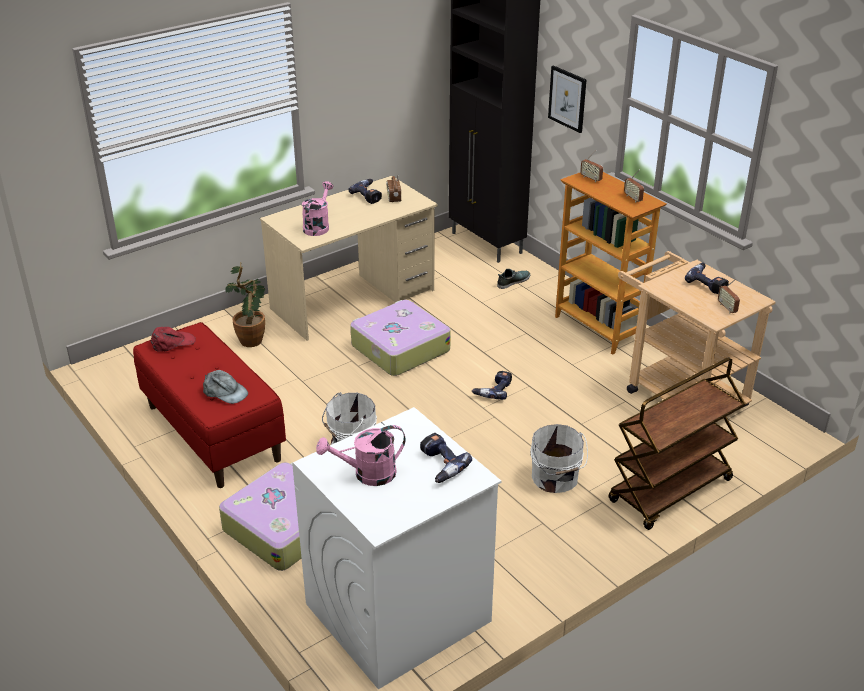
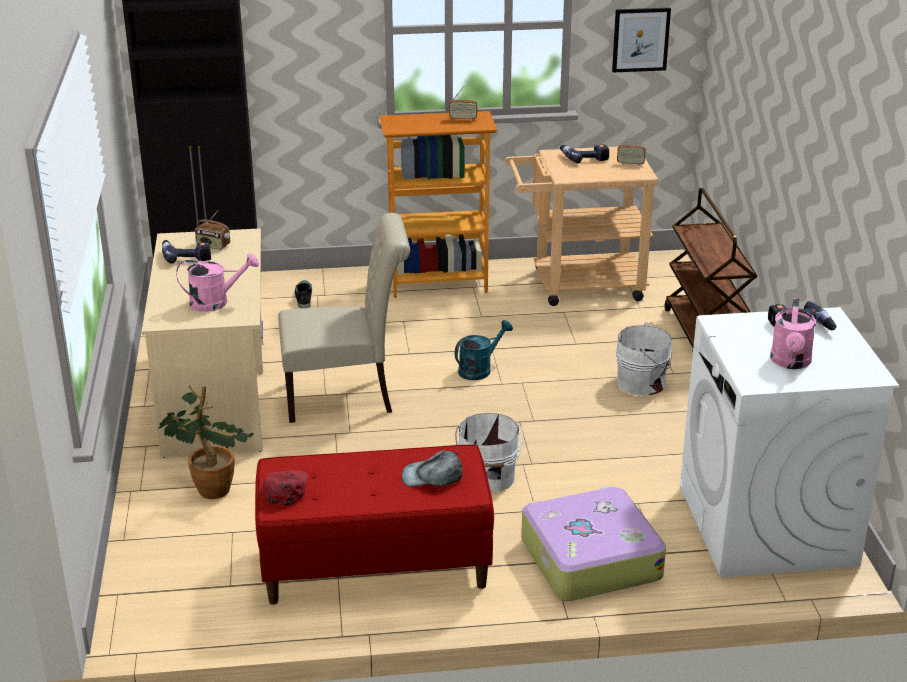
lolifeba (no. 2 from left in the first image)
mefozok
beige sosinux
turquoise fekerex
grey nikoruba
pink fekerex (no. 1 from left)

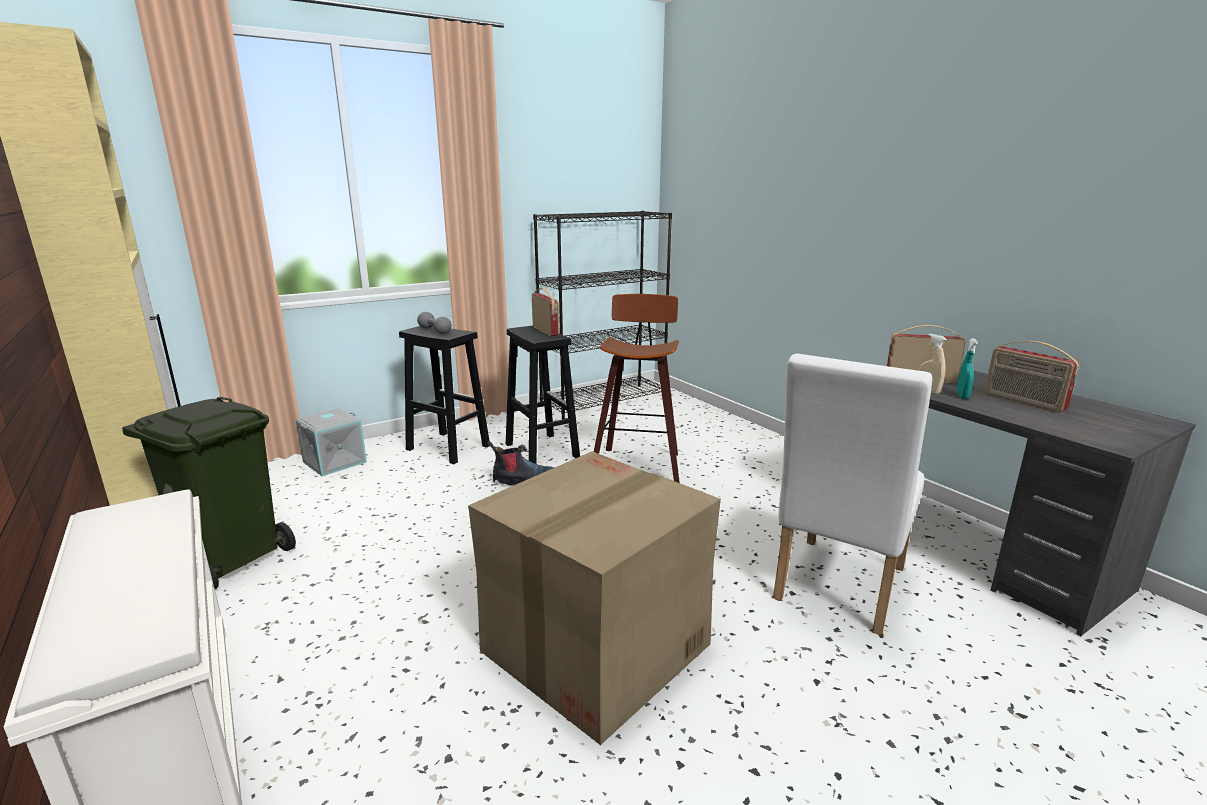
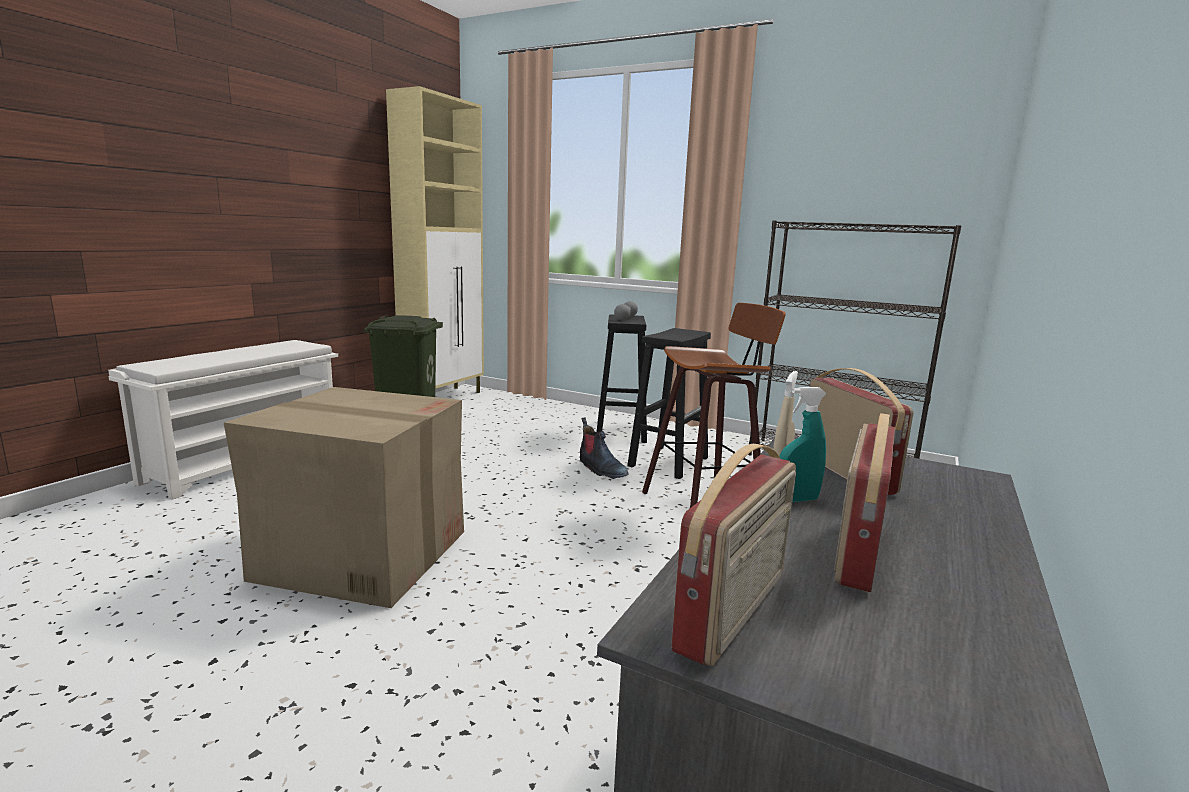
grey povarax
white sosinux
lolifeba (no. 1 from left)

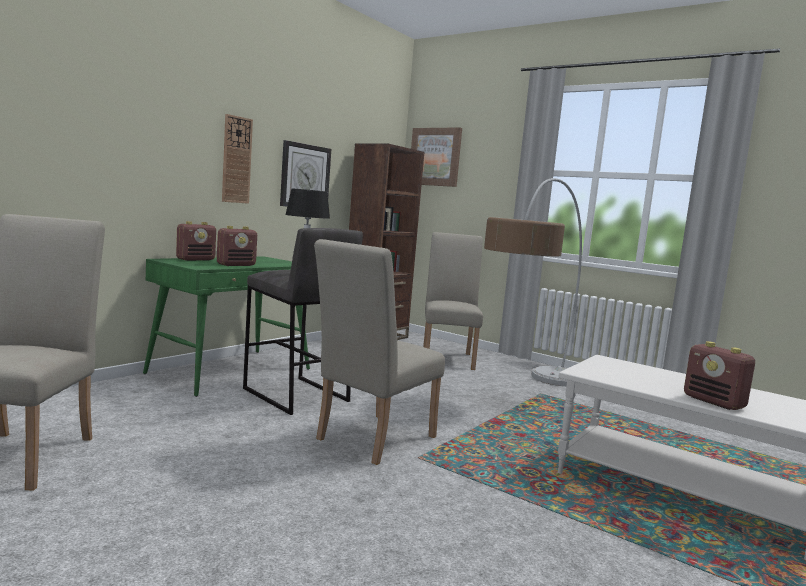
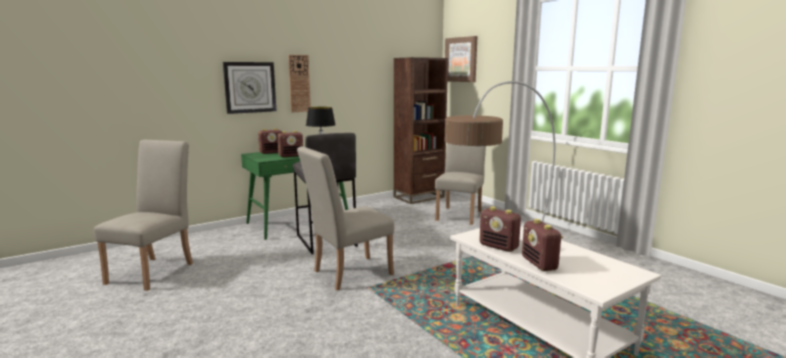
lolifeba (no. 3 from left)
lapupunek (no. 1 from left)

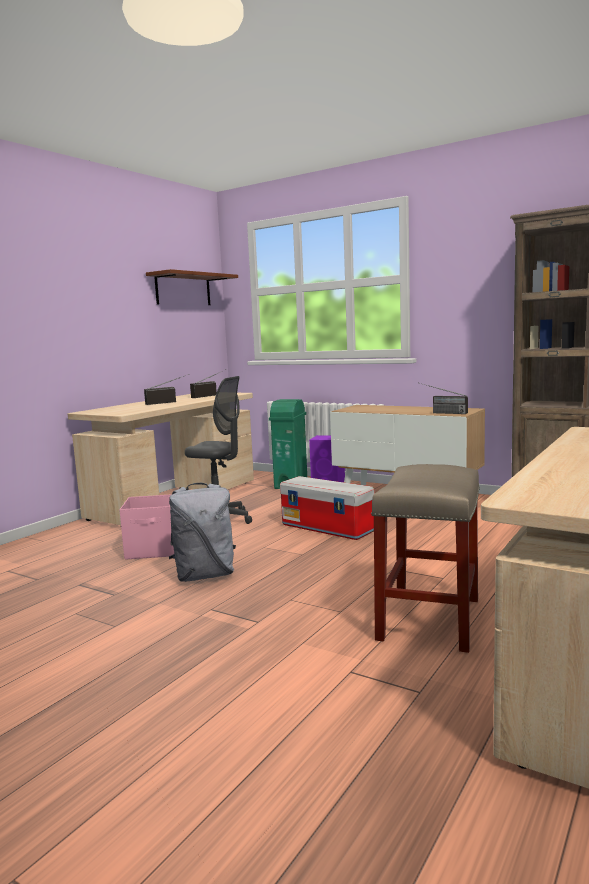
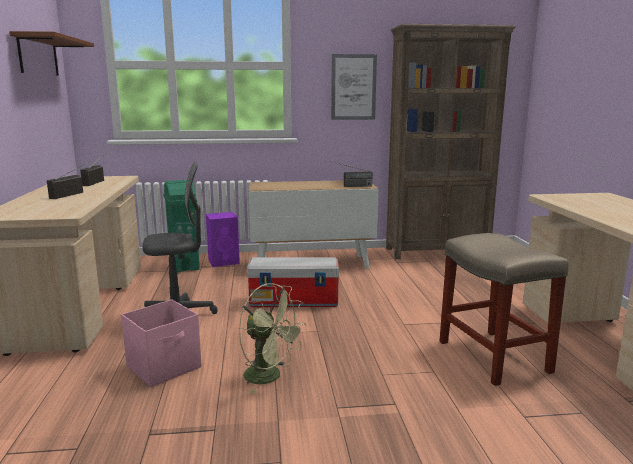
mefozok
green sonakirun

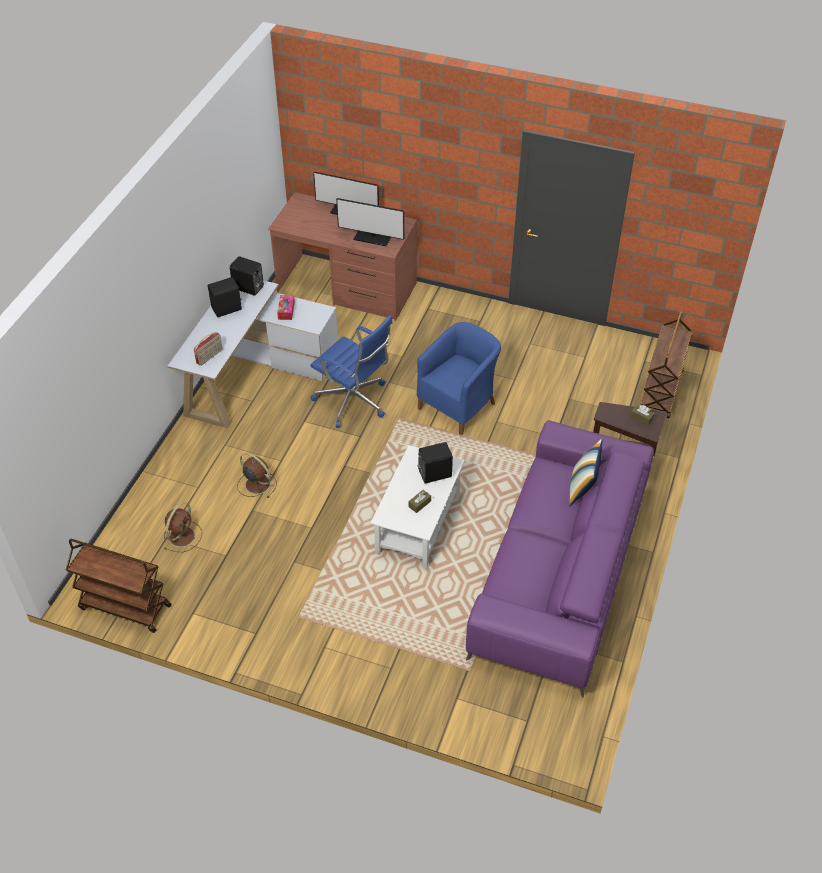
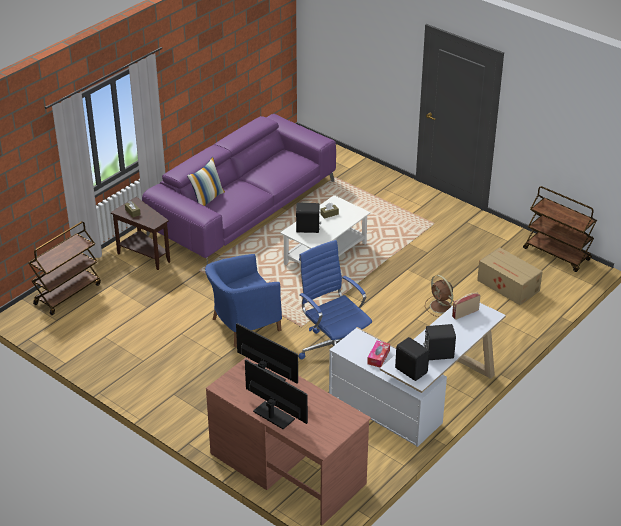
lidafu

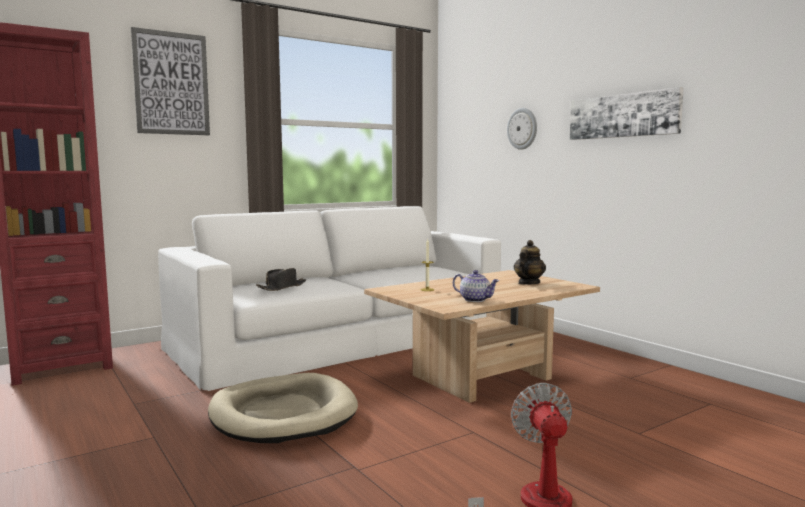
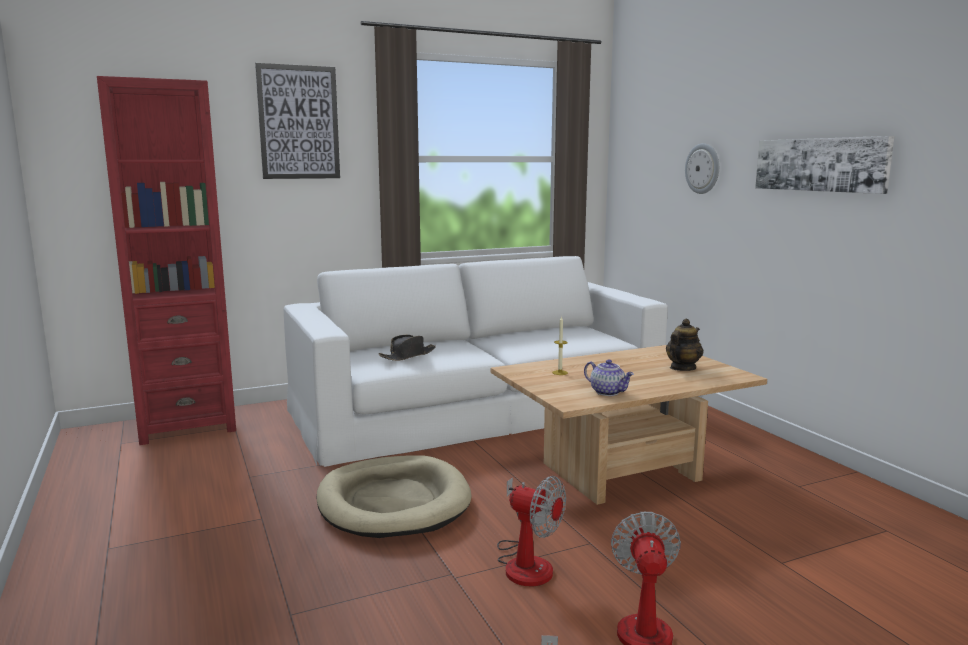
sonakirun (no. 1 from left)

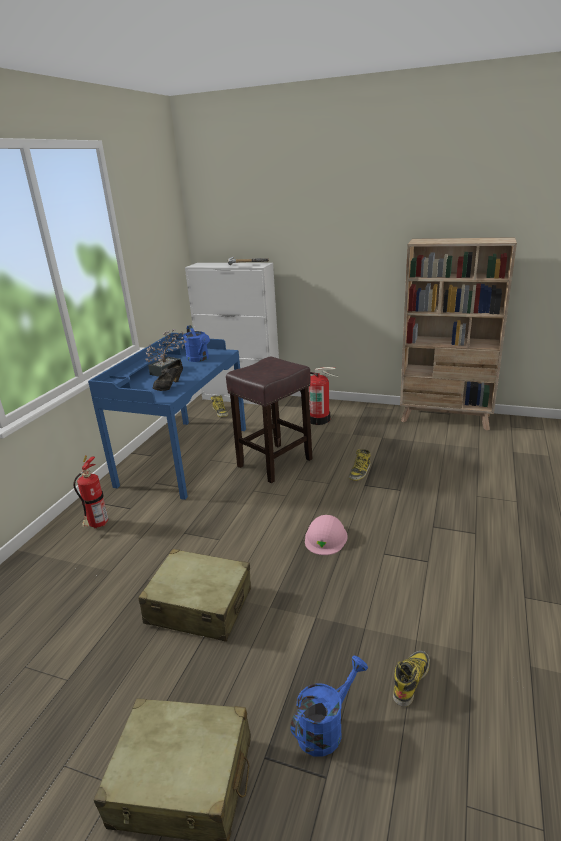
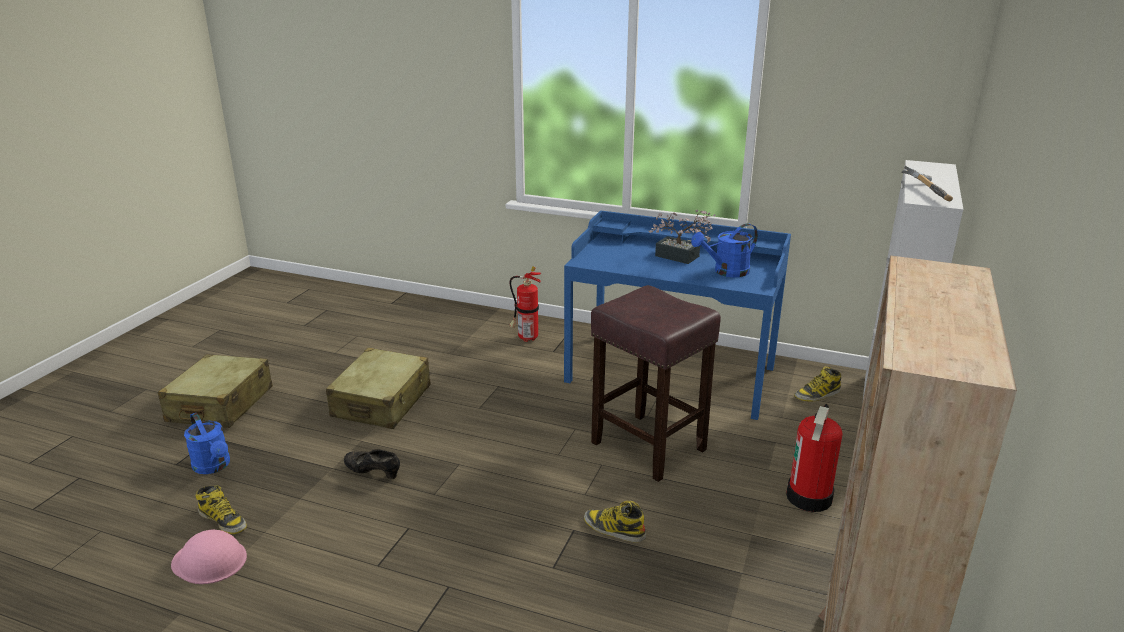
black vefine
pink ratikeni

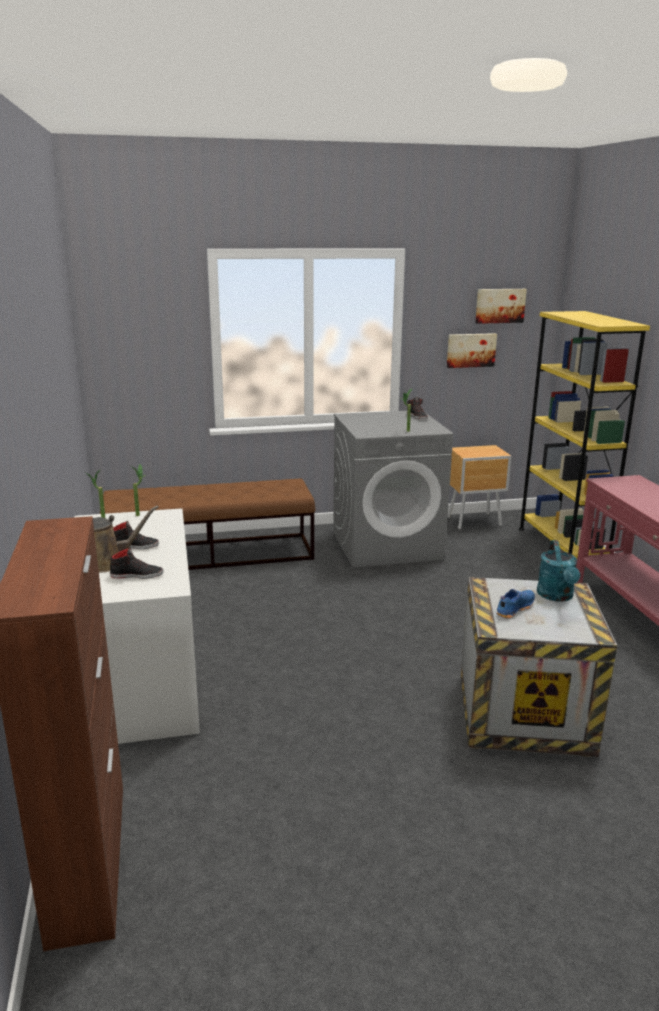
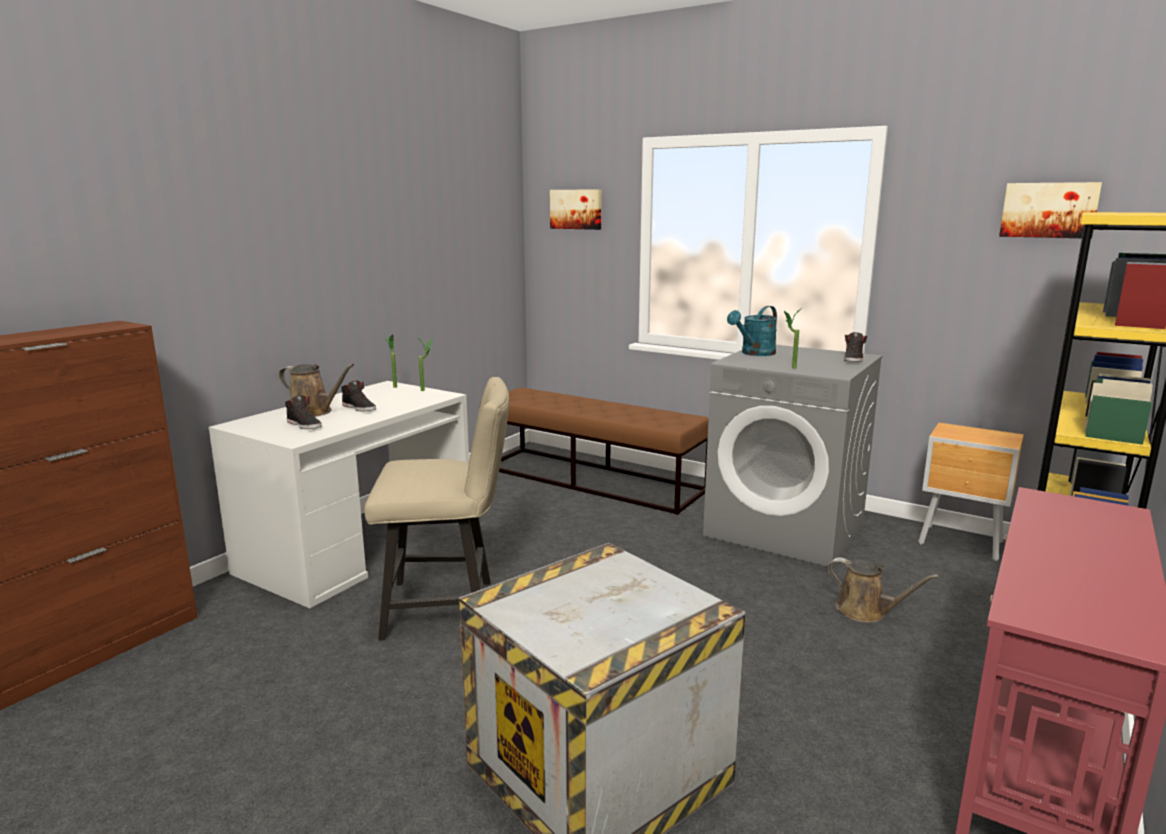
blue vefine
beige sosinux
brown fekerex (no. 2 from left)
mefozok (no. 1 from left)
turquoise fekerex

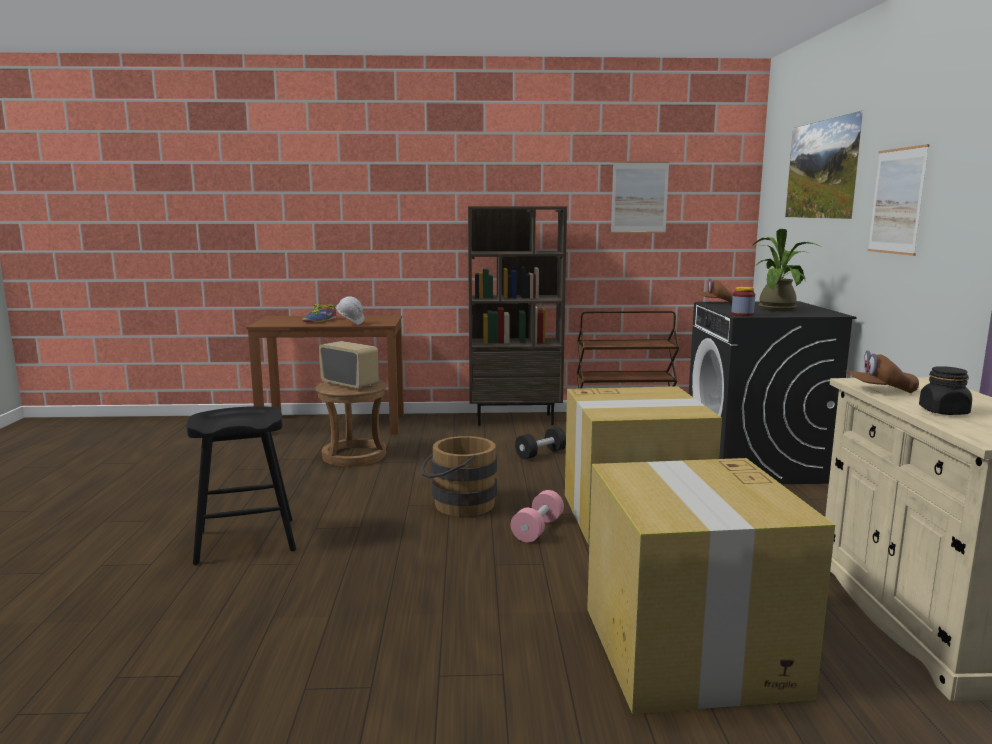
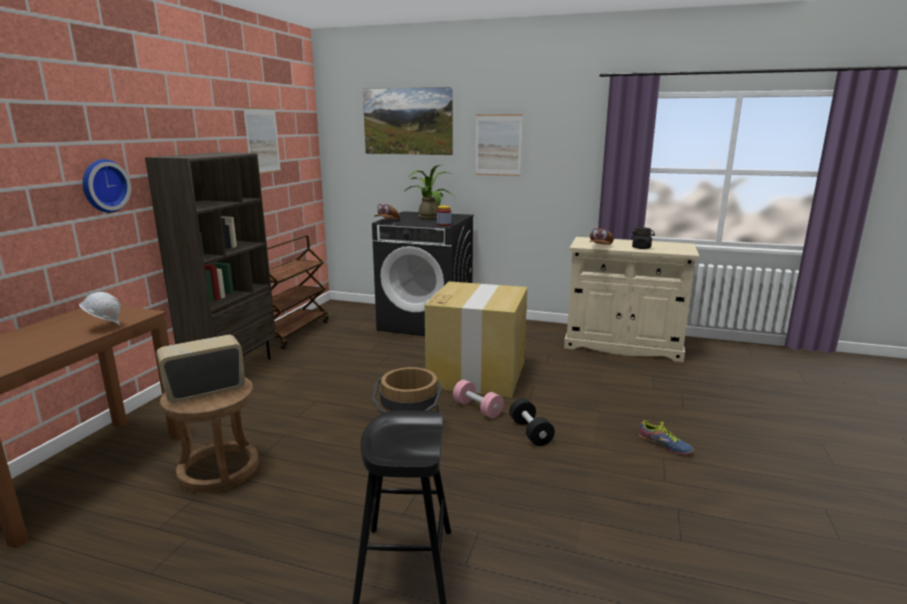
lidafu (no. 2 from left in the first image)
lapupunek
vefine
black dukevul

